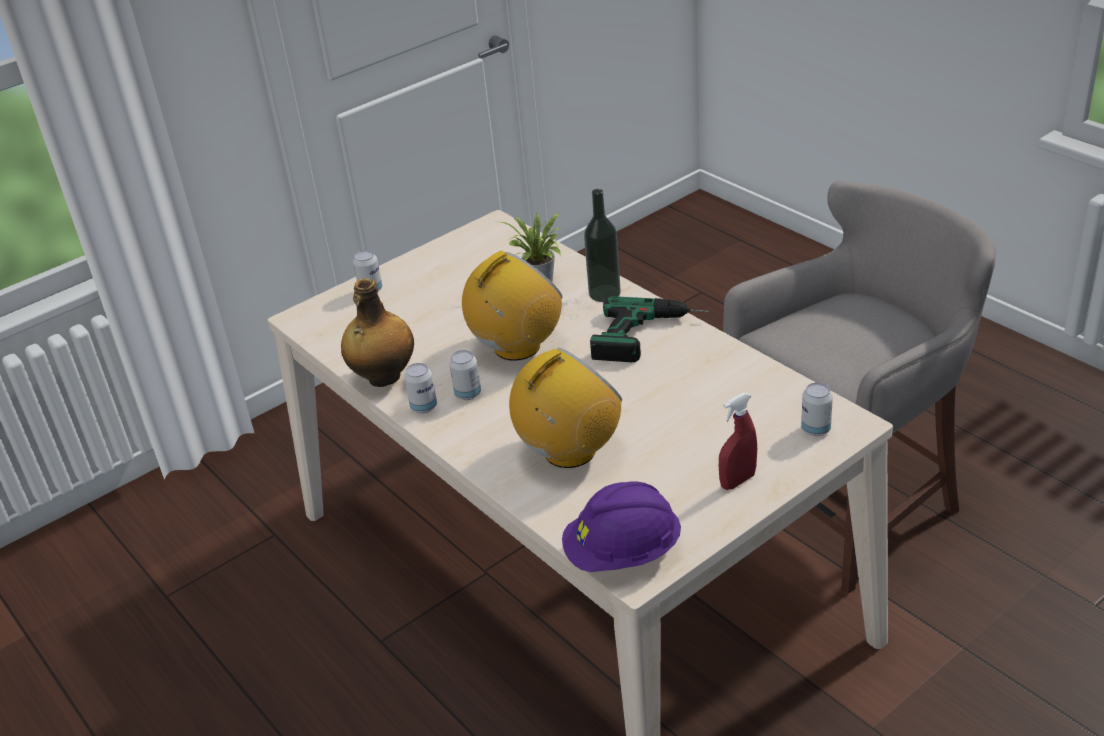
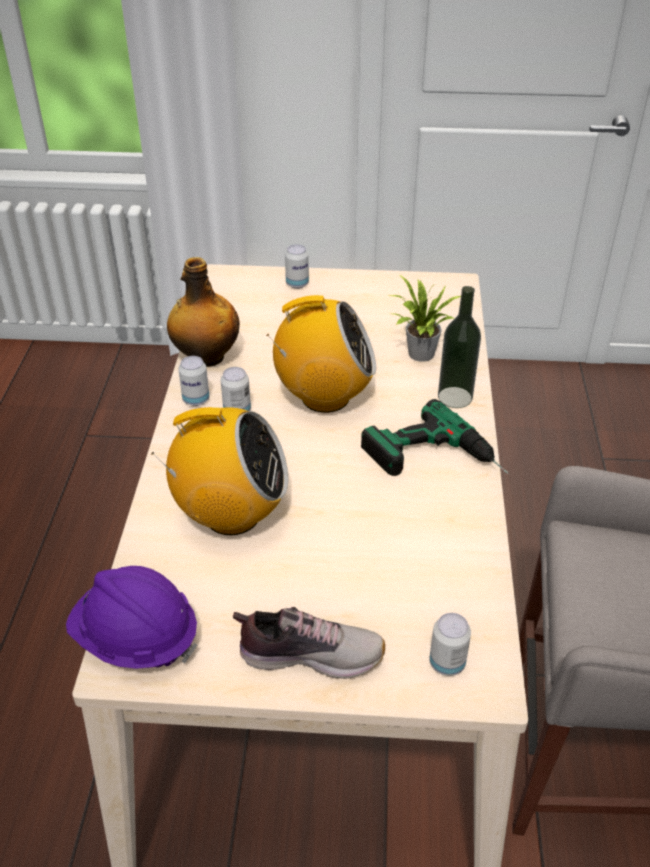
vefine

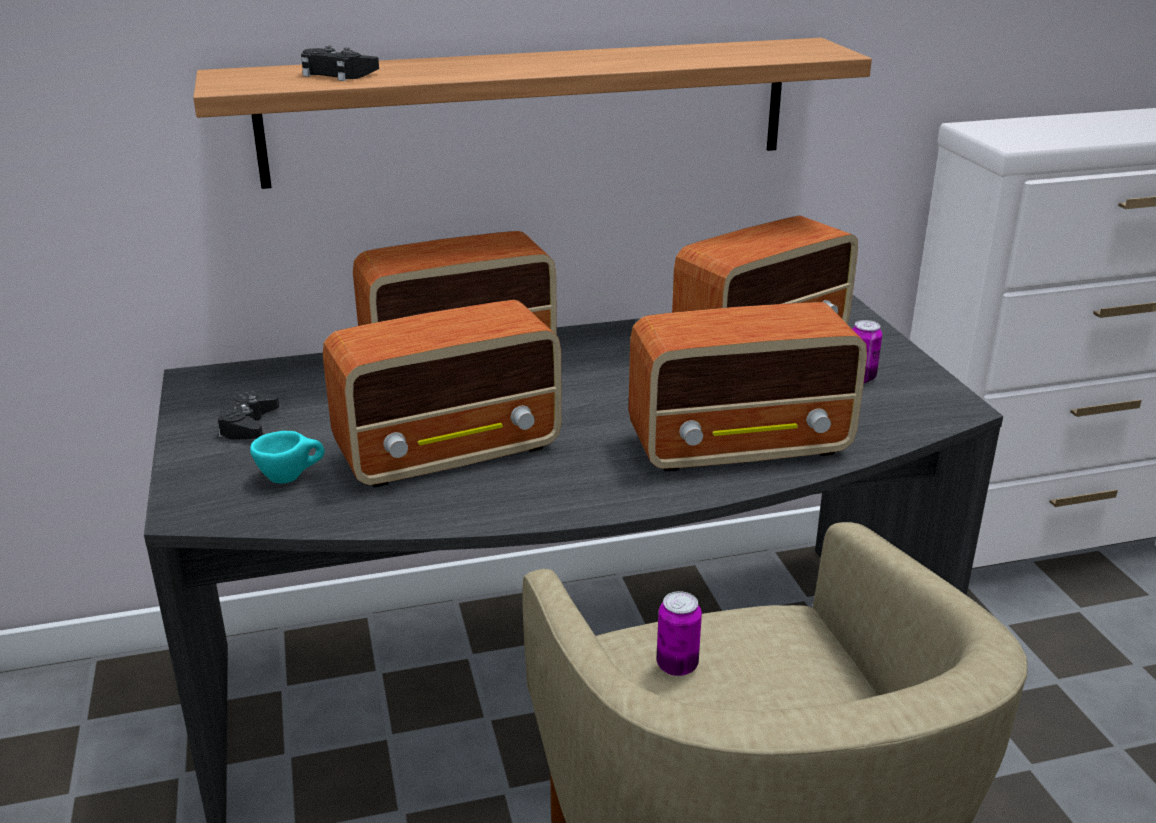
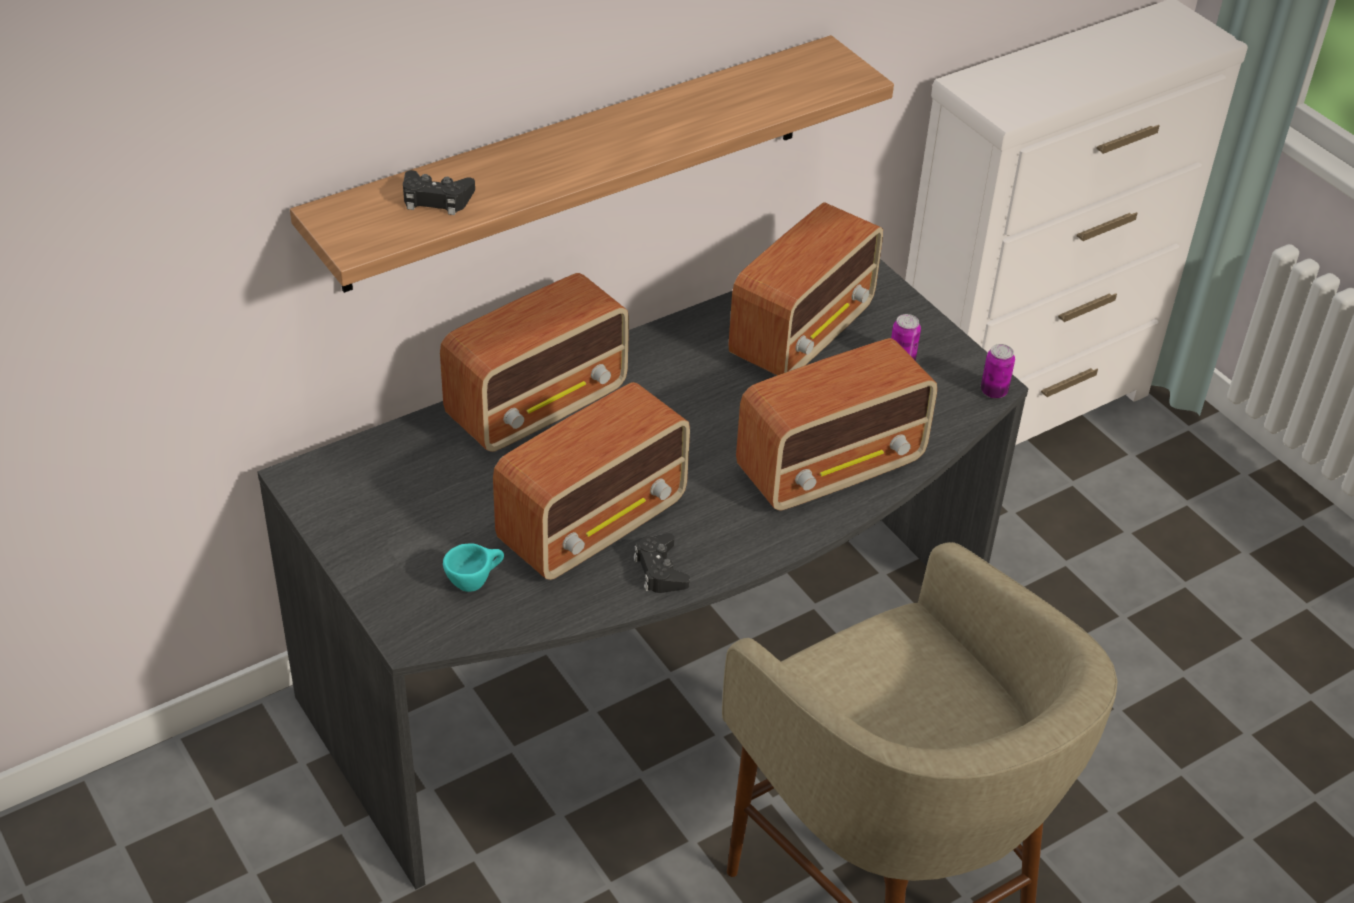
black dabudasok (no. 2 from left)
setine (no. 2 from left)

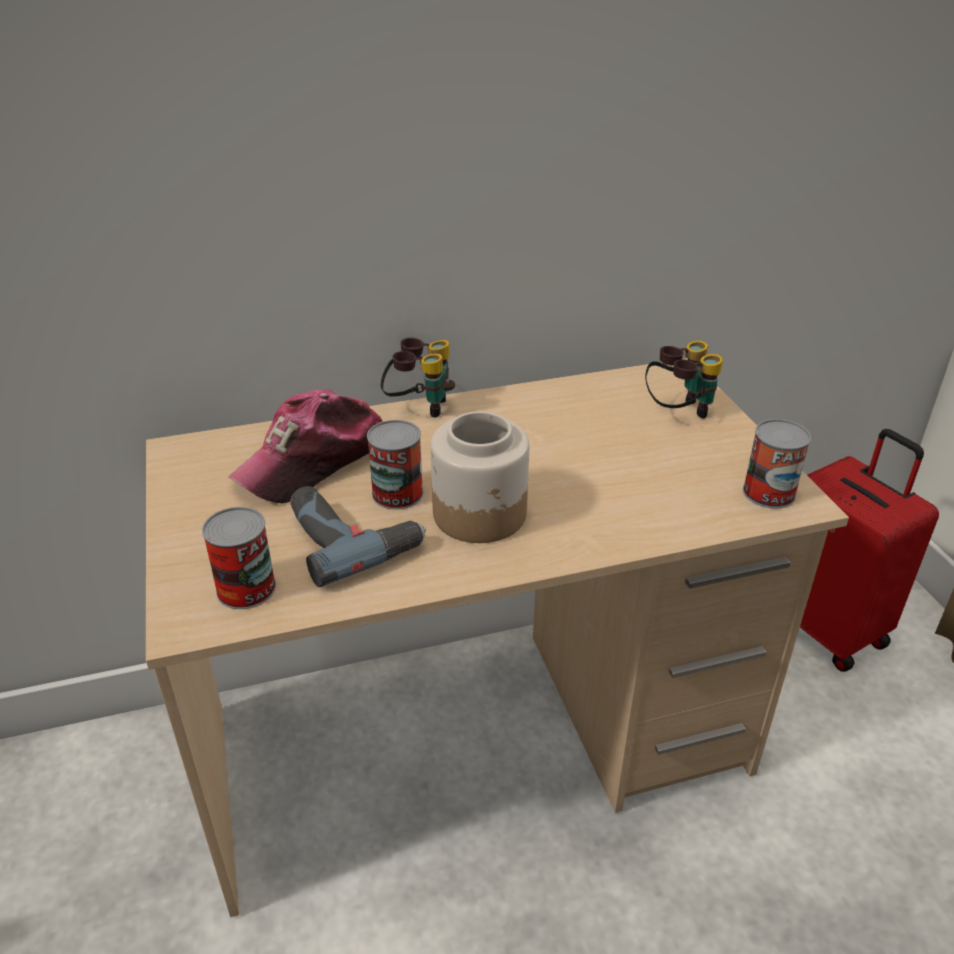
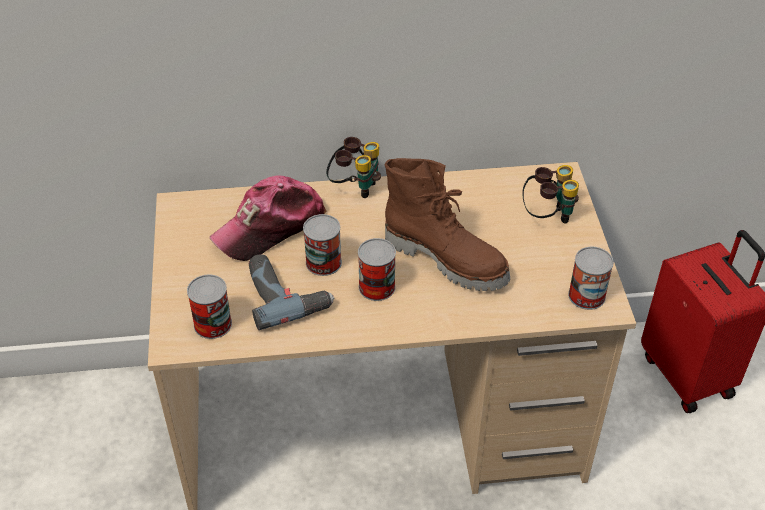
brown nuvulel
setine (no. 3 from left)

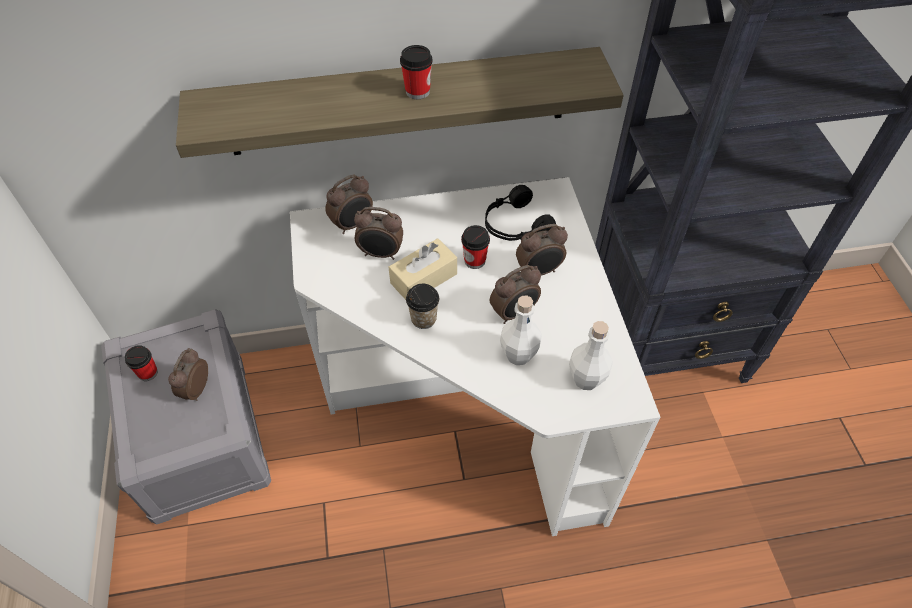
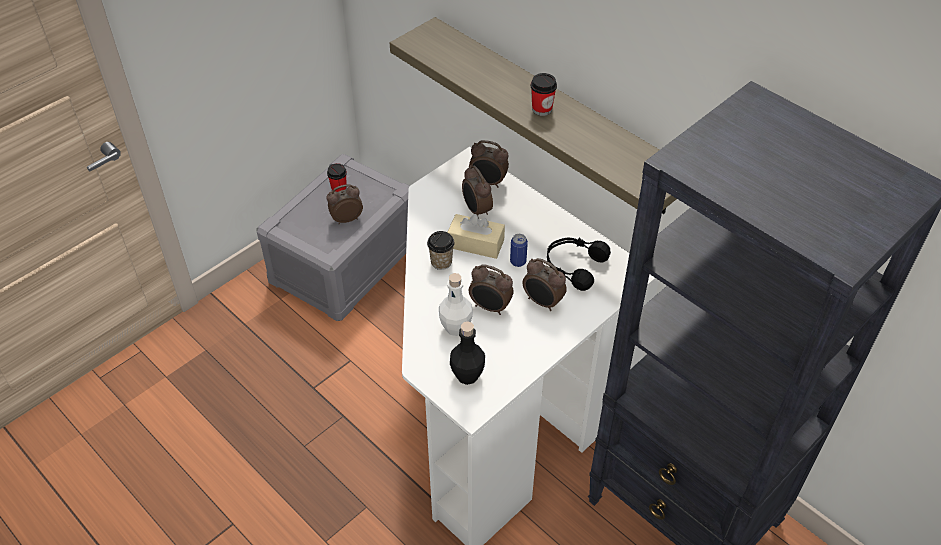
setine
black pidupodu

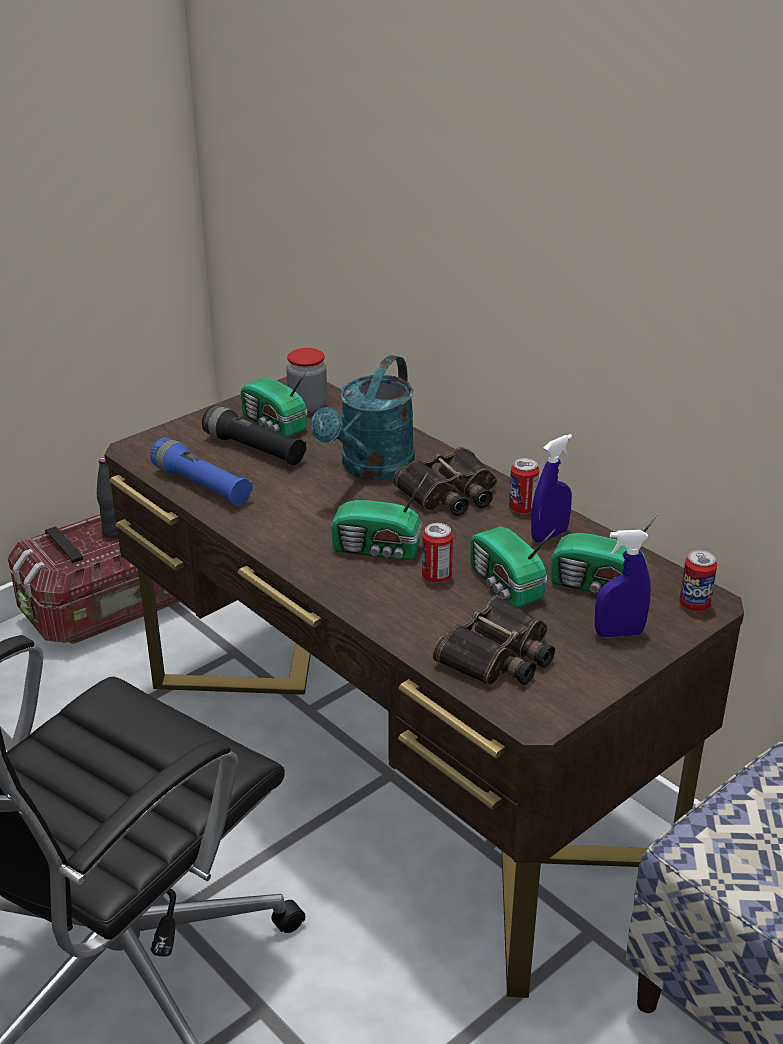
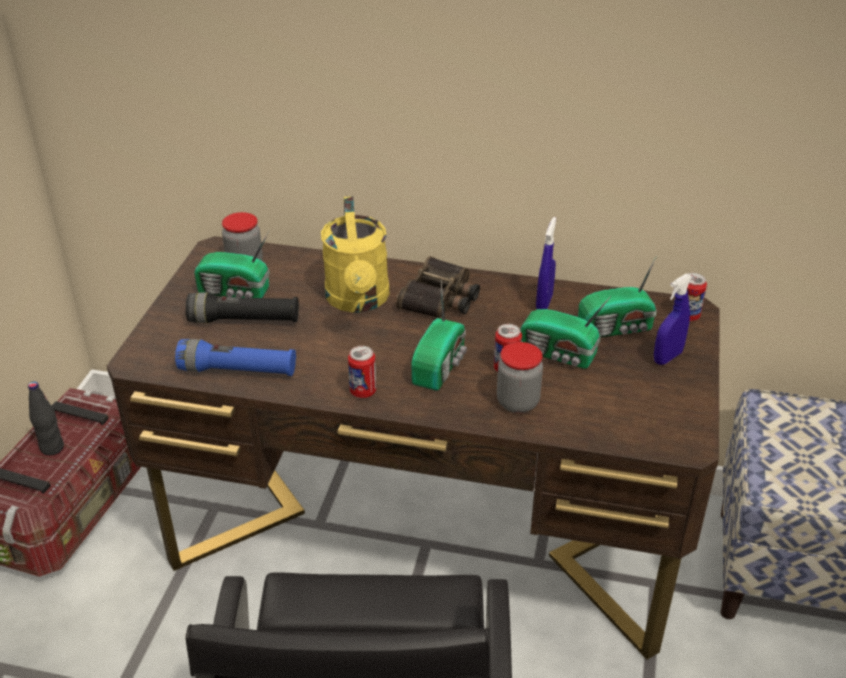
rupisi (no. 2 from left in the first image)
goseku (no. 2 from left)
setine (no. 1 from left)
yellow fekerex
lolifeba (no. 2 from left)

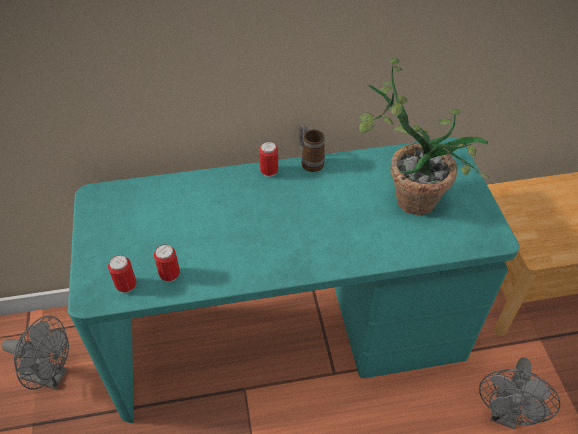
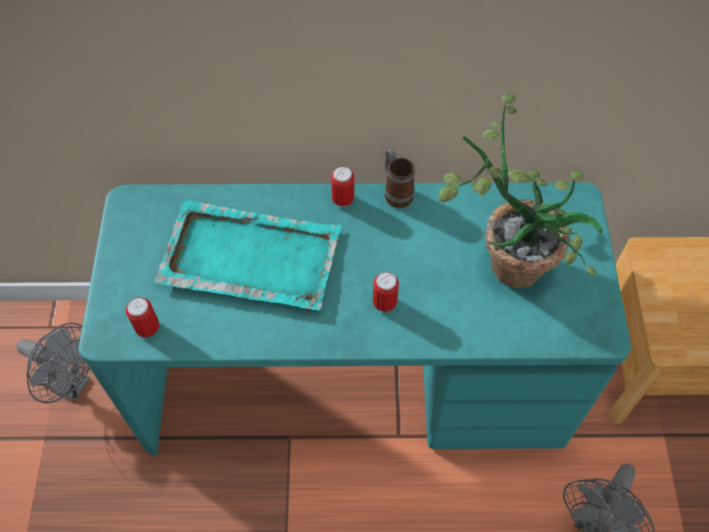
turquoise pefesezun
setine (no. 3 from left)

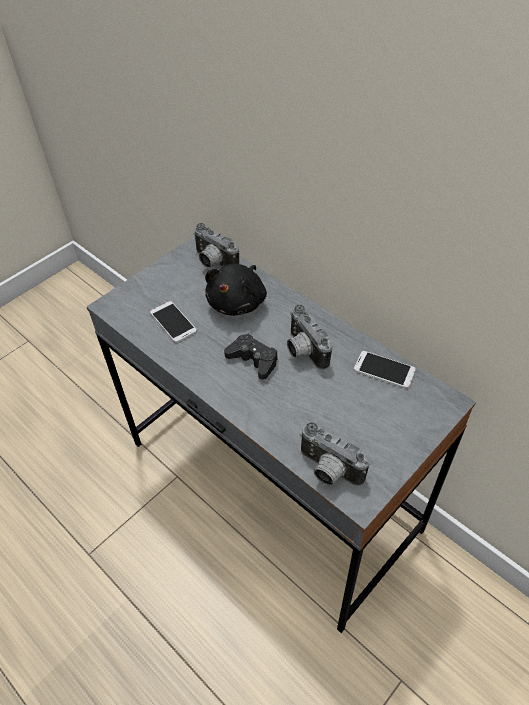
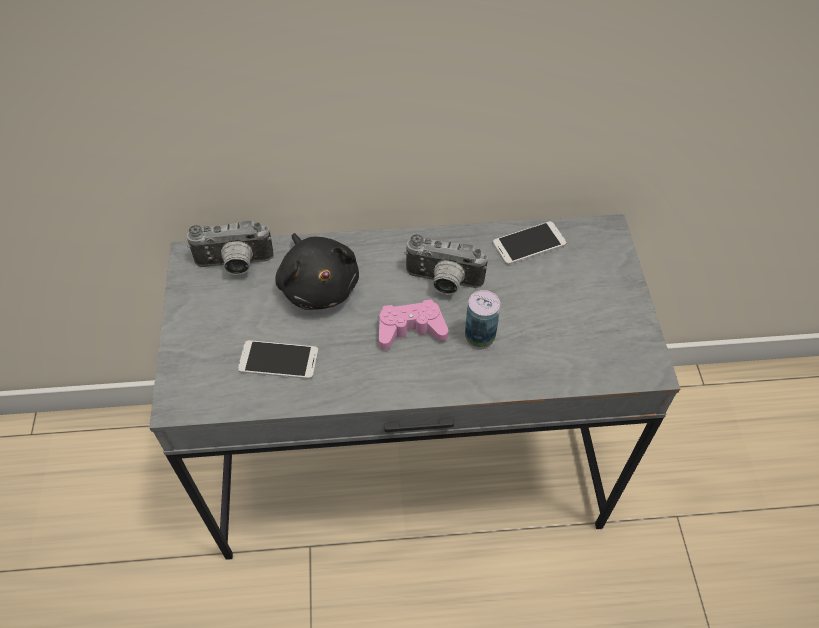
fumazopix (no. 3 from left in the first image)
setine
pink dabudasok

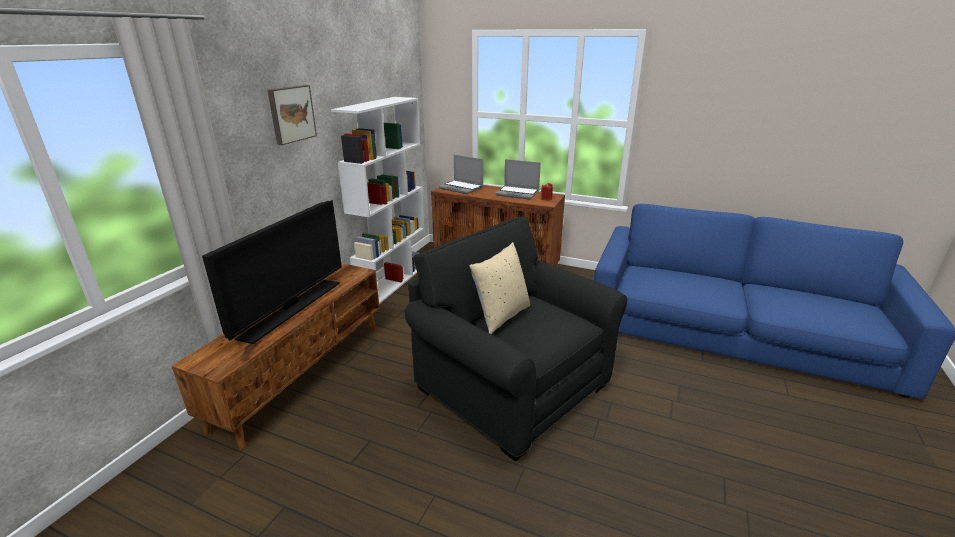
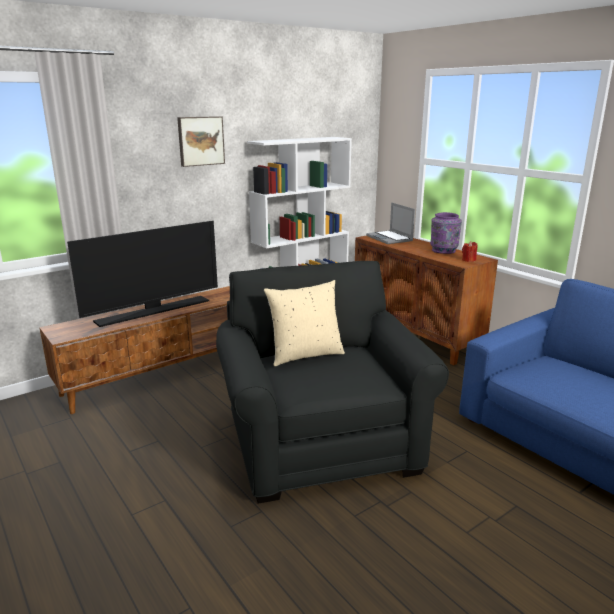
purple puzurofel

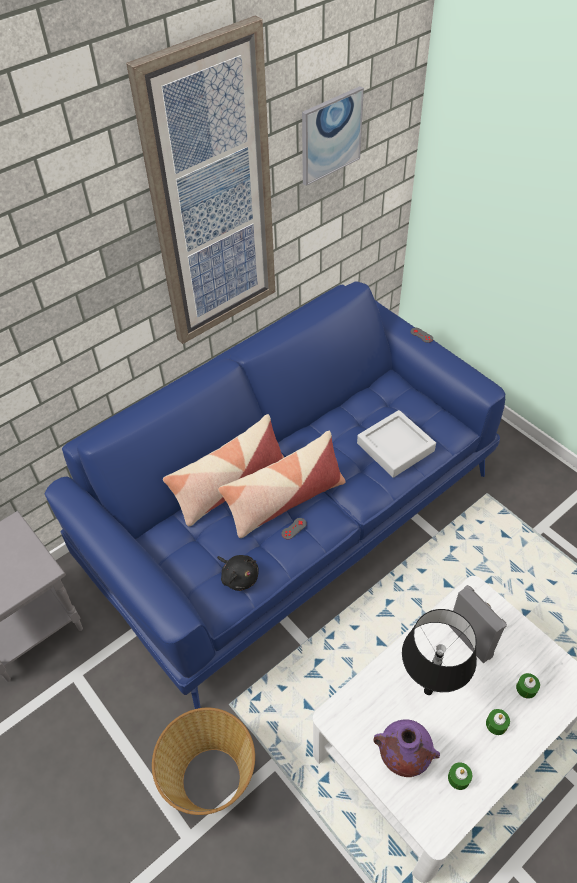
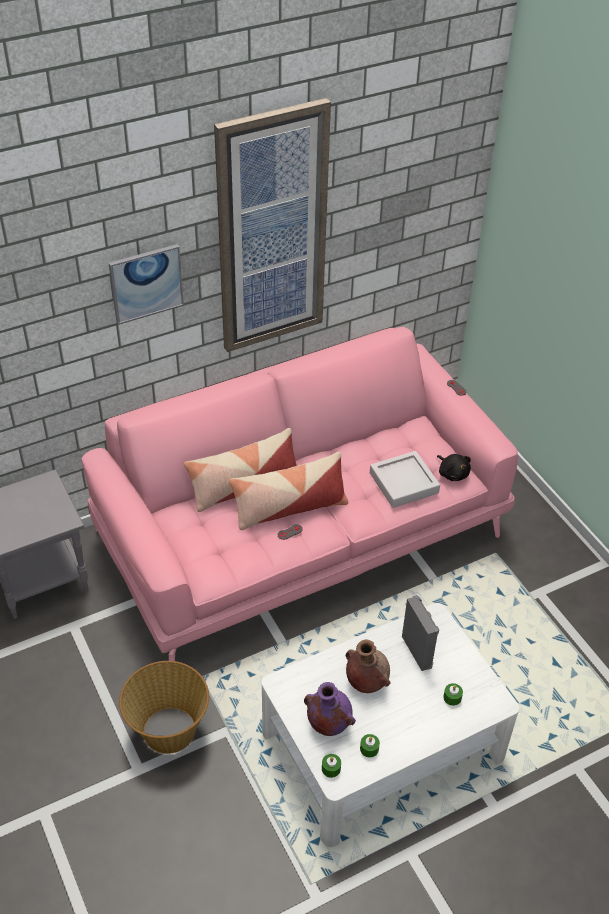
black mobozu
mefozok (no. 1 from left)
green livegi (no. 1 from left)
brown puzurofel
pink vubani

